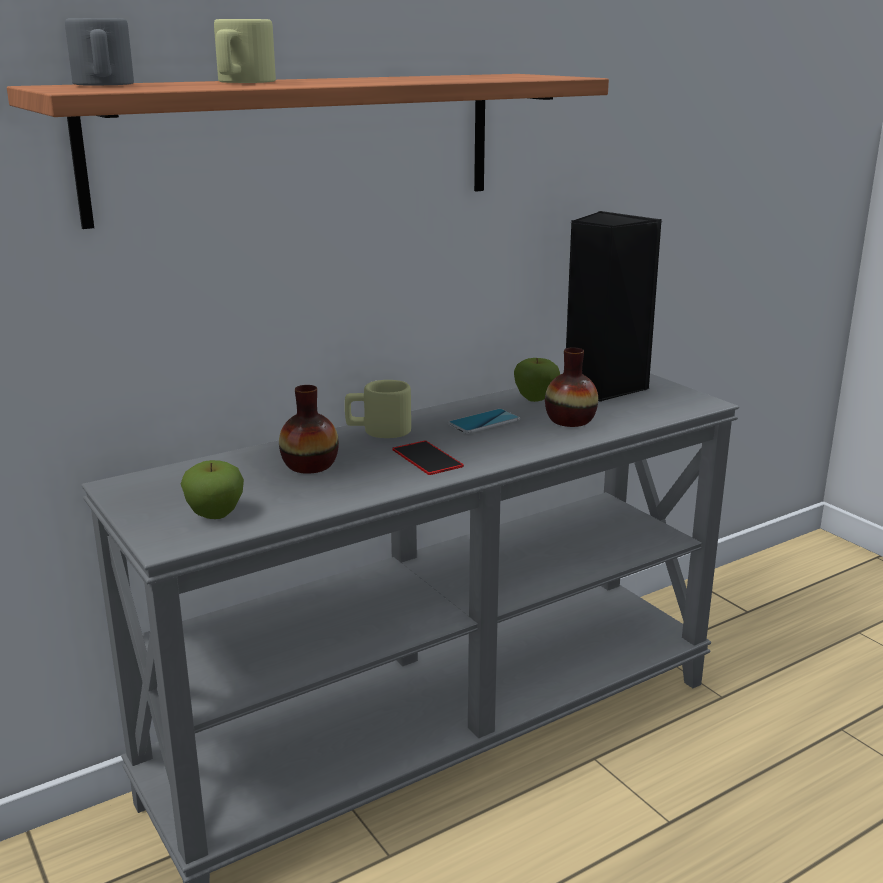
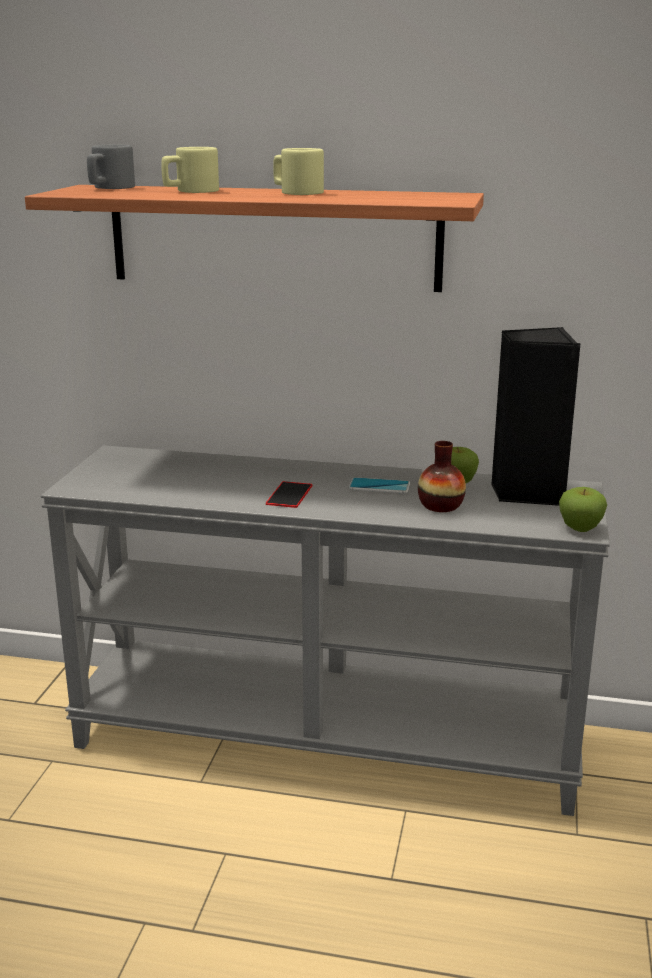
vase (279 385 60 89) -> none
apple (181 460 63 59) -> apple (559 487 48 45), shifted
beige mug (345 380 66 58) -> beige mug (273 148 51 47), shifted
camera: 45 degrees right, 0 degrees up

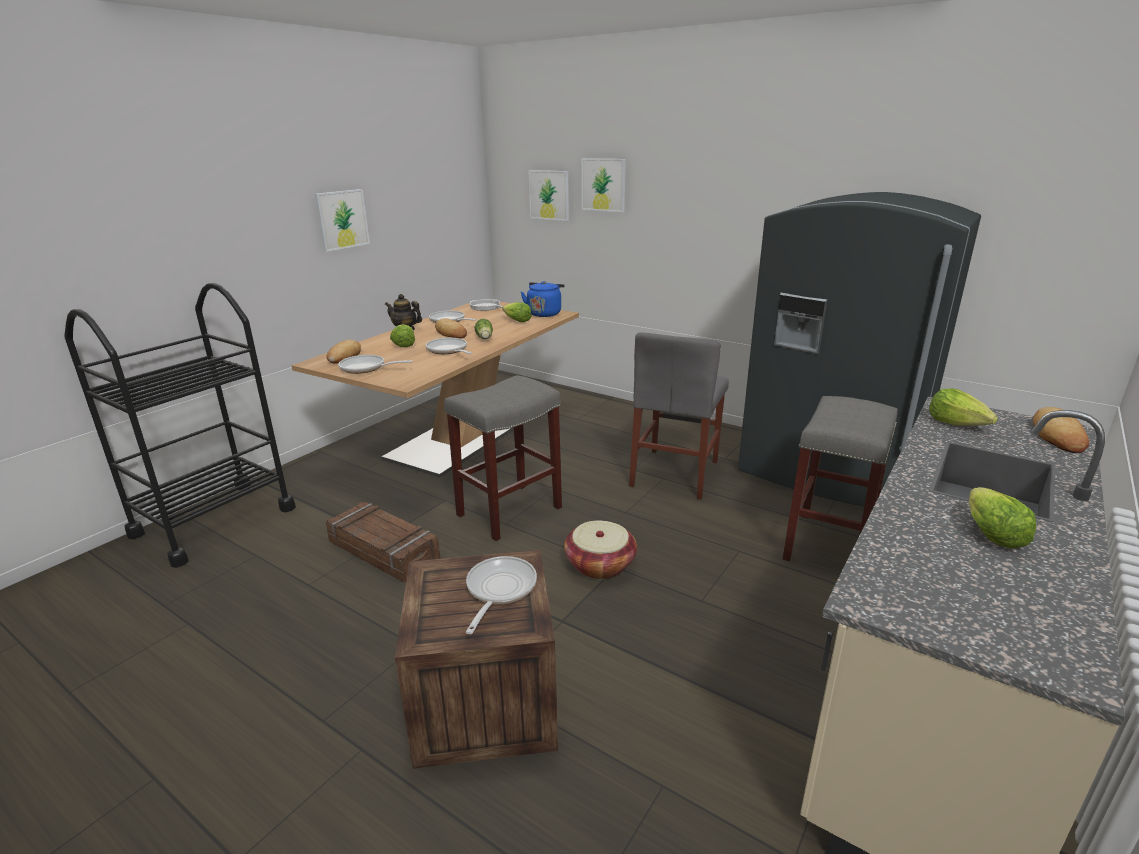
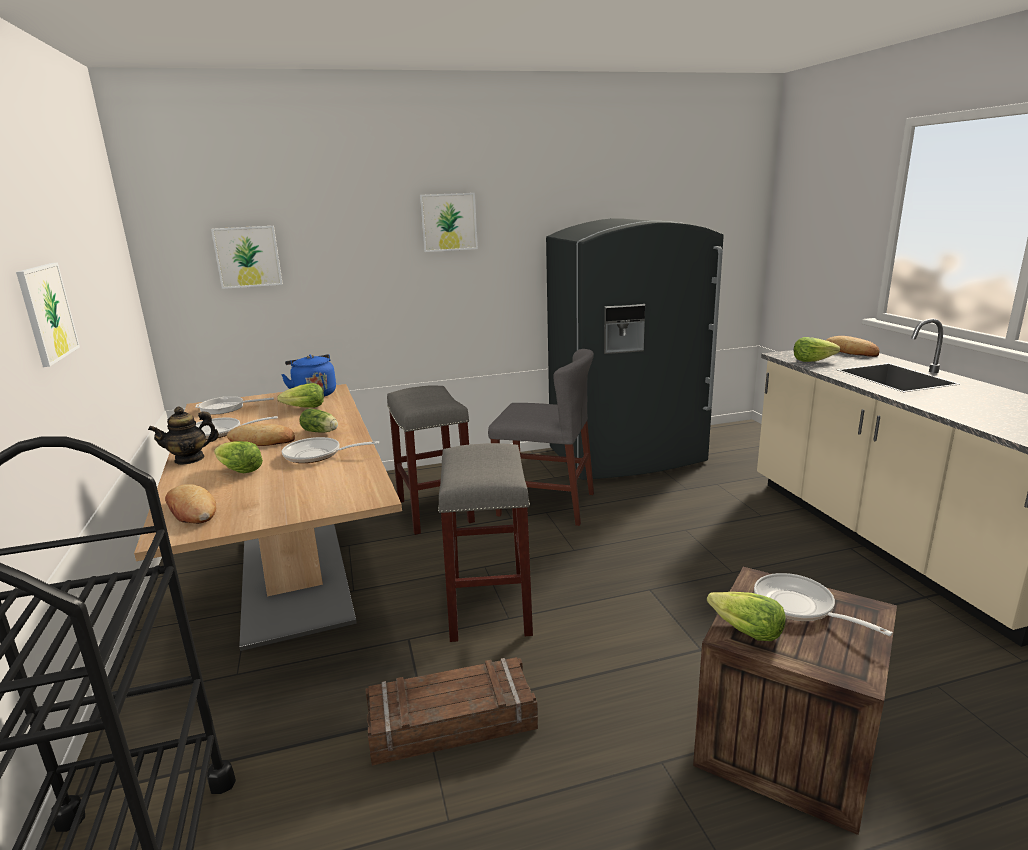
frying pan (338 355 75 19) -> none
basket (564 521 73 58) -> none
picture (581 158 45 54) -> picture (420 193 58 59), shifted
grey stool (783 396 115 166) -> grey stool (387 386 88 149), shifted
lettuce (969 487 67 61) -> lettuce (707 592 79 49), shifted
grey chair (629 332 100 168) -> grey chair (488 349 106 177), 45 degrees counterclockwise
camera: 50 degrees left, 5 degrees down

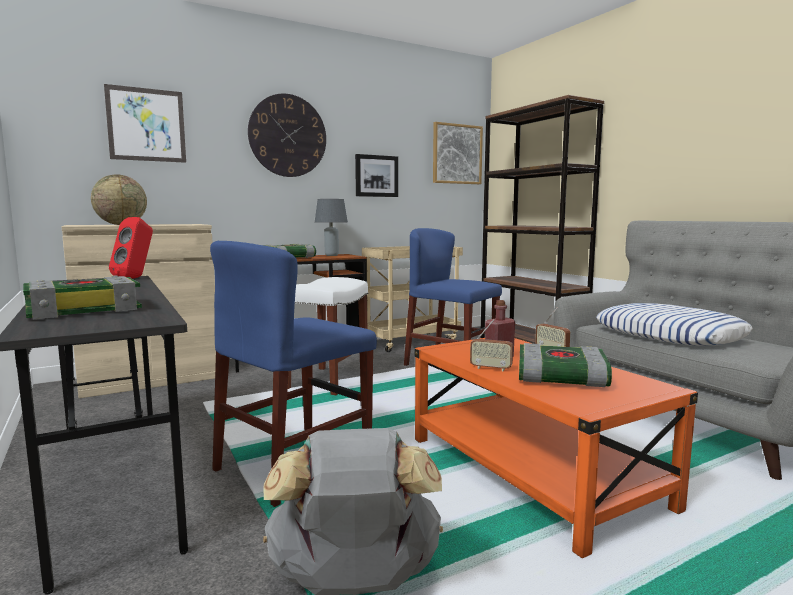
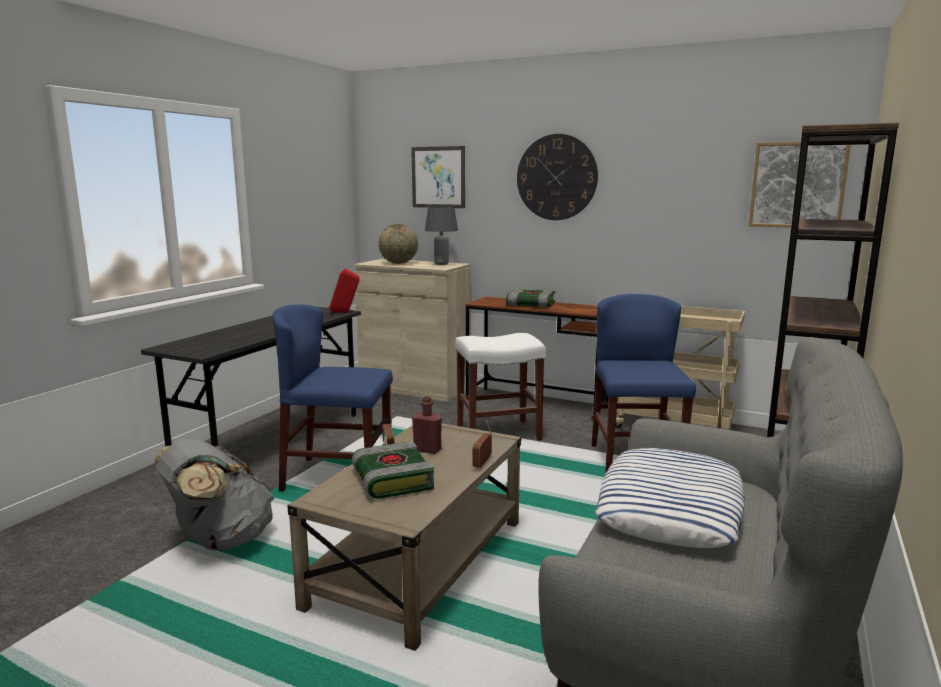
book (23 275 119 44) -> none
picture (355 154 43 43) -> none
grey table lamp (315 199 33 57) -> grey table lamp (425 206 33 59), shifted
orange coffee table (415 338 283 220) -> beige coffee table (287 423 234 228)
camera: 55 degrees right, 5 degrees up

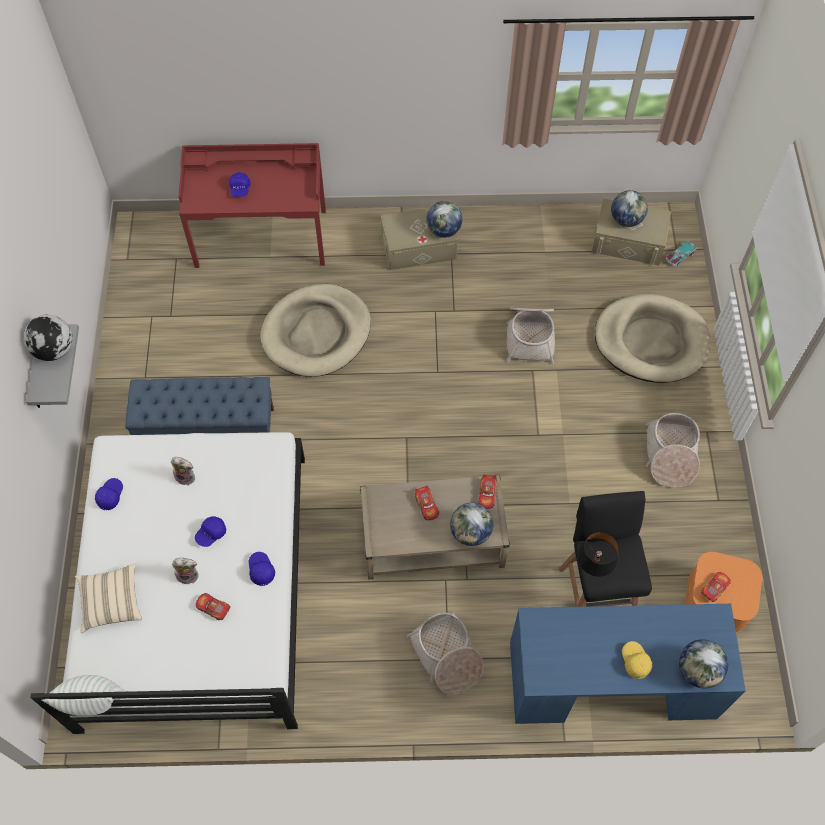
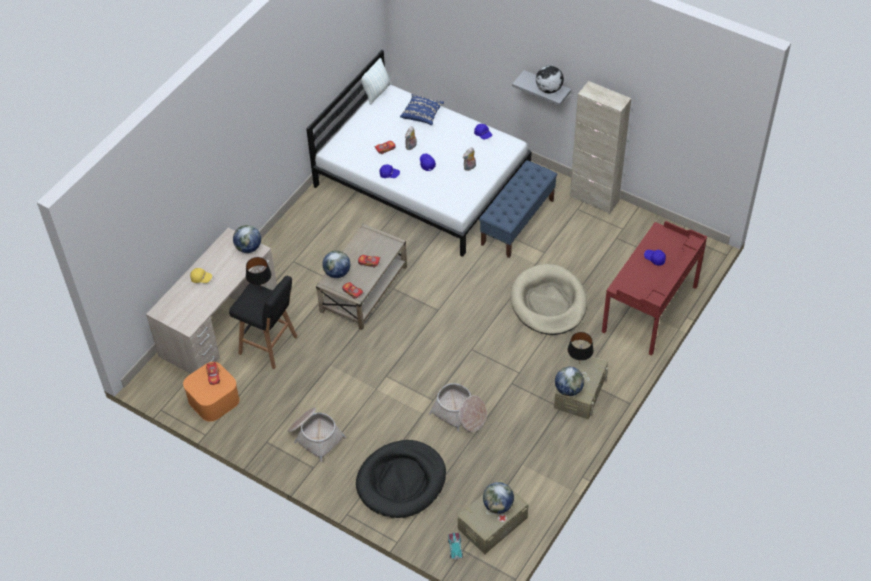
basket (407 612 77 83) -> none
none -> black table lamp (568 332 26 31)
none -> beige cabinet (570 81 61 133)
globe (679 639 49 50) -> globe (233 225 28 28), shifted
beige pillow (75 563 67 70) -> blue pillow (400 94 44 31)
blue desk (510 604 236 120) -> beige desk (146 227 131 147)
beige dog bed (595 294 116 89) -> black dog bed (356 440 90 78)
camera: 125 degrees right, 10 degrees down

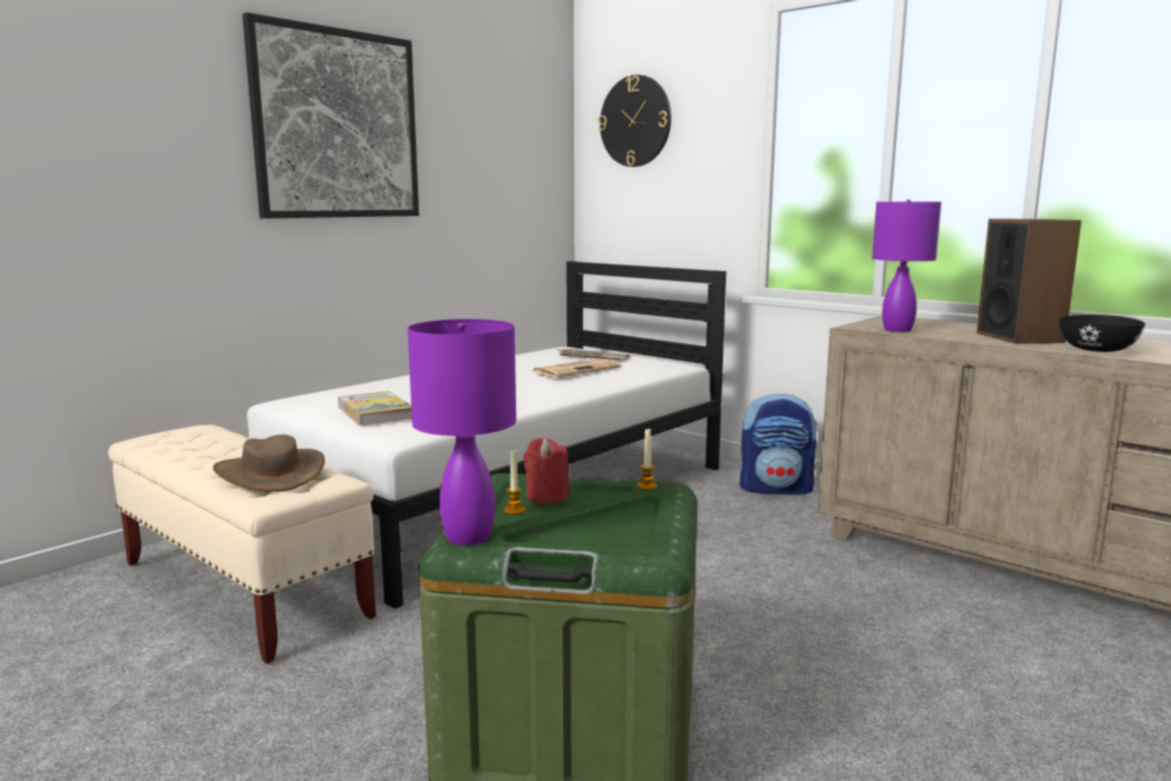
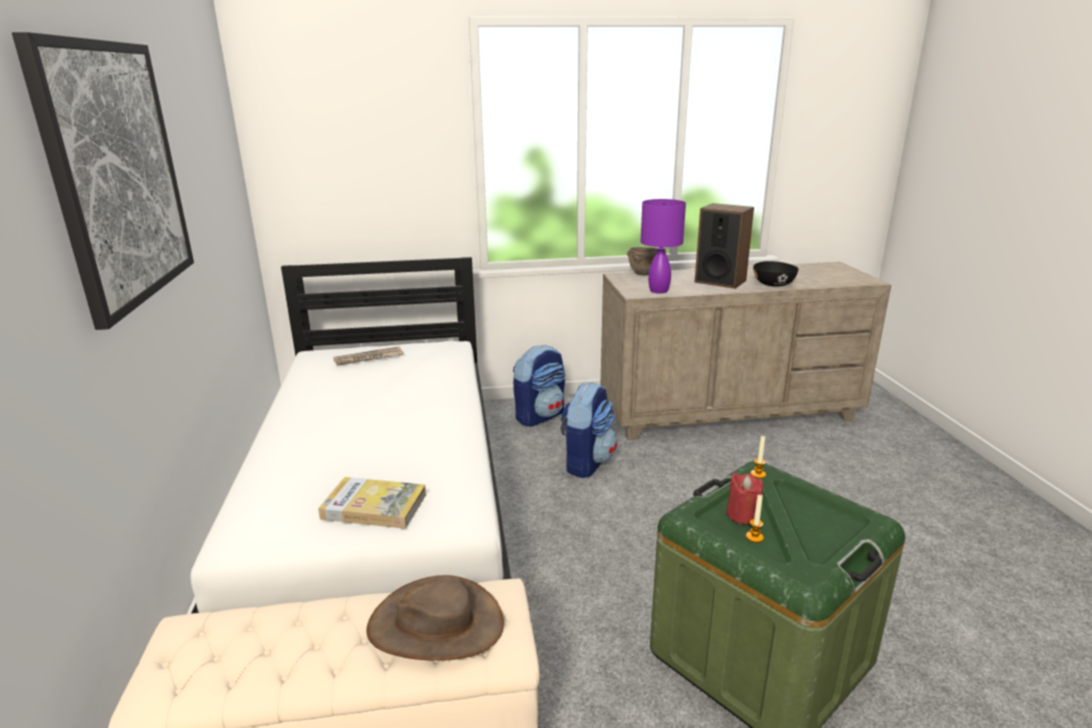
purple table lamp (408 319 108 226) -> none
newspaper (531 358 90 20) -> none
wall clock (599 75 72 92) -> none
none -> backpack (560 382 57 96)
none -> brown bowl (627 247 30 29)
camera: 50 degrees left, 10 degrees up

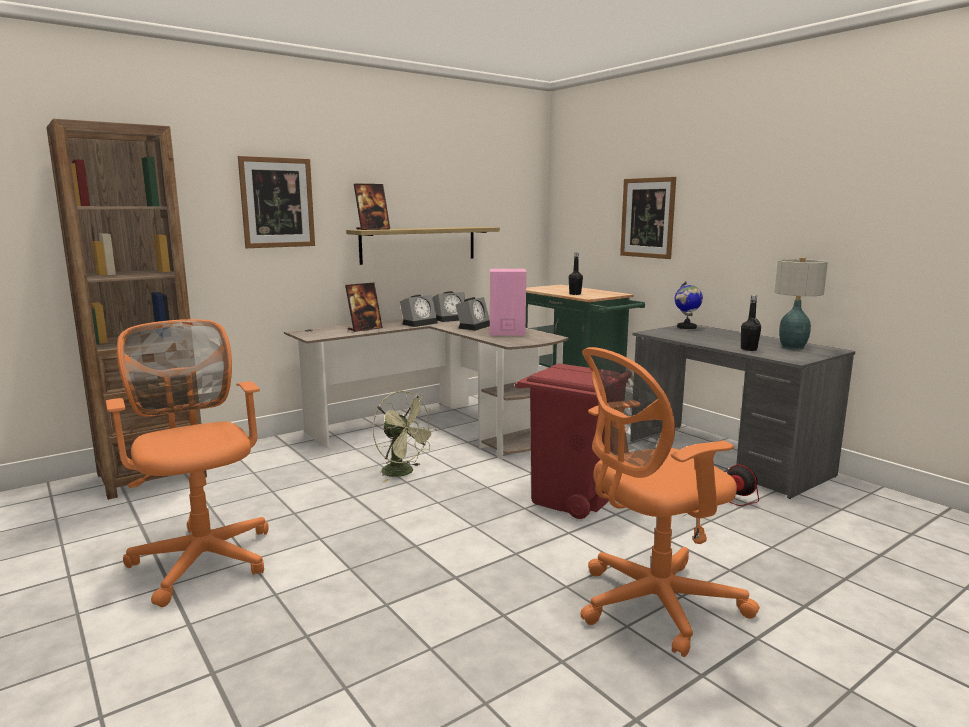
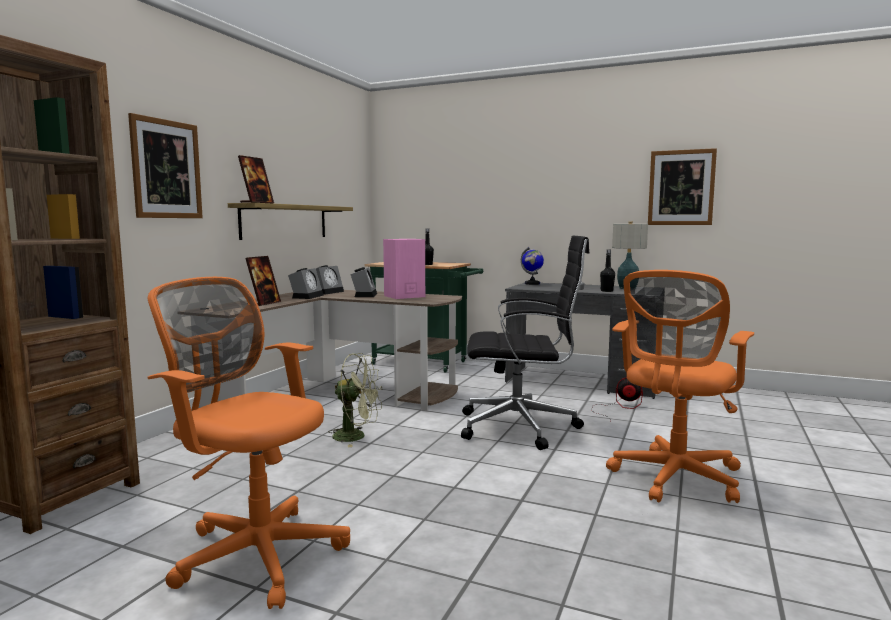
picture (620 177 56 82) -> picture (648 148 69 77), shifted
red trash can (515 364 114 155) -> black office chair (461 235 128 215)
camera: 30 degrees left, 5 degrees down

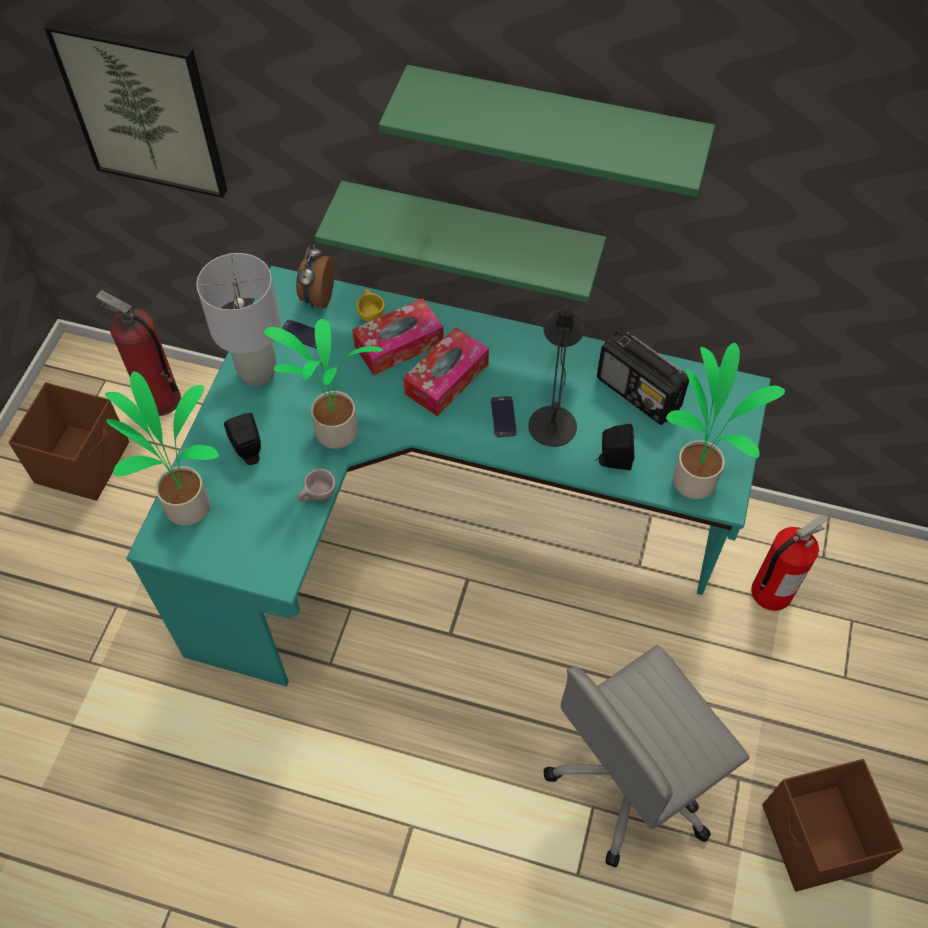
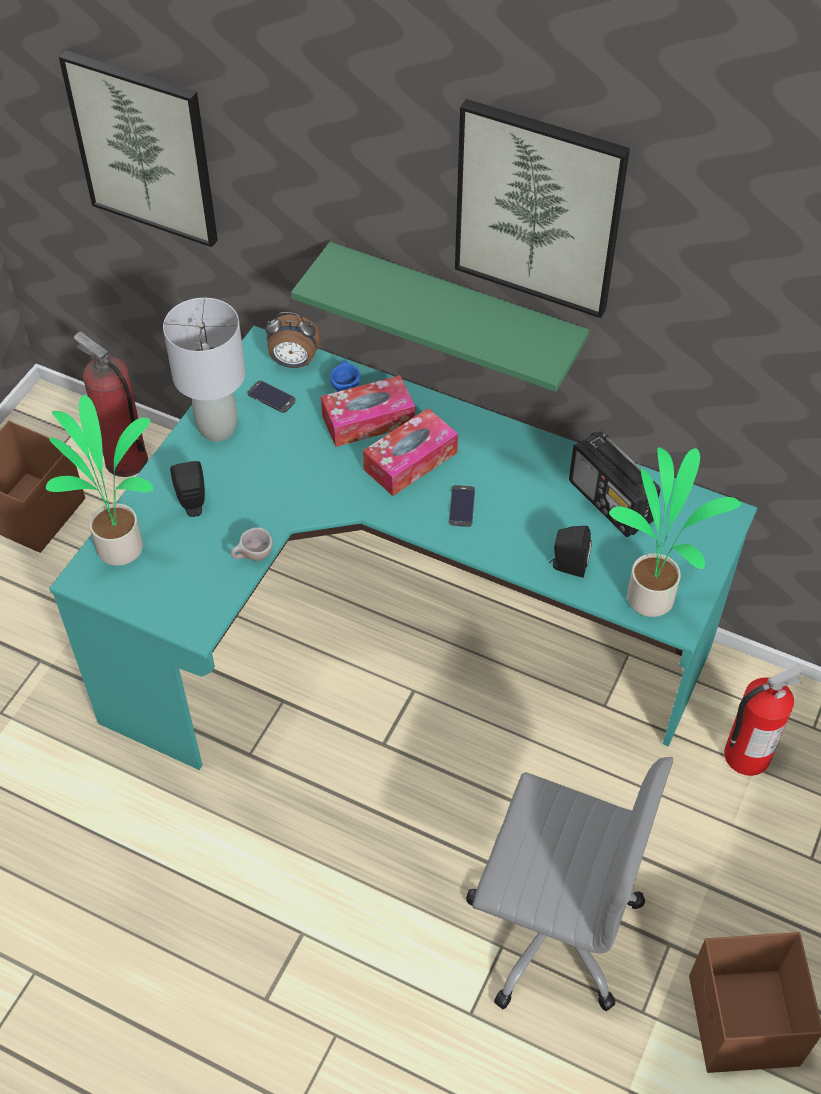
potted plant (264 319 119 130) -> none
black table lamp (528 306 56 141) -> none
green shelf (379 65 336 132) -> picture (455 99 175 219)
yellow cup (356 289 29 33) -> blue cup (330 359 30 33)
alarm clock (296 244 38 64) -> alarm clock (266 312 55 56), 105 degrees counterclockwise
grey office chair (543 645 206 222) -> grey office chair (466 757 207 254), 135 degrees counterclockwise
camera: 10 degrees right, 5 degrees down

